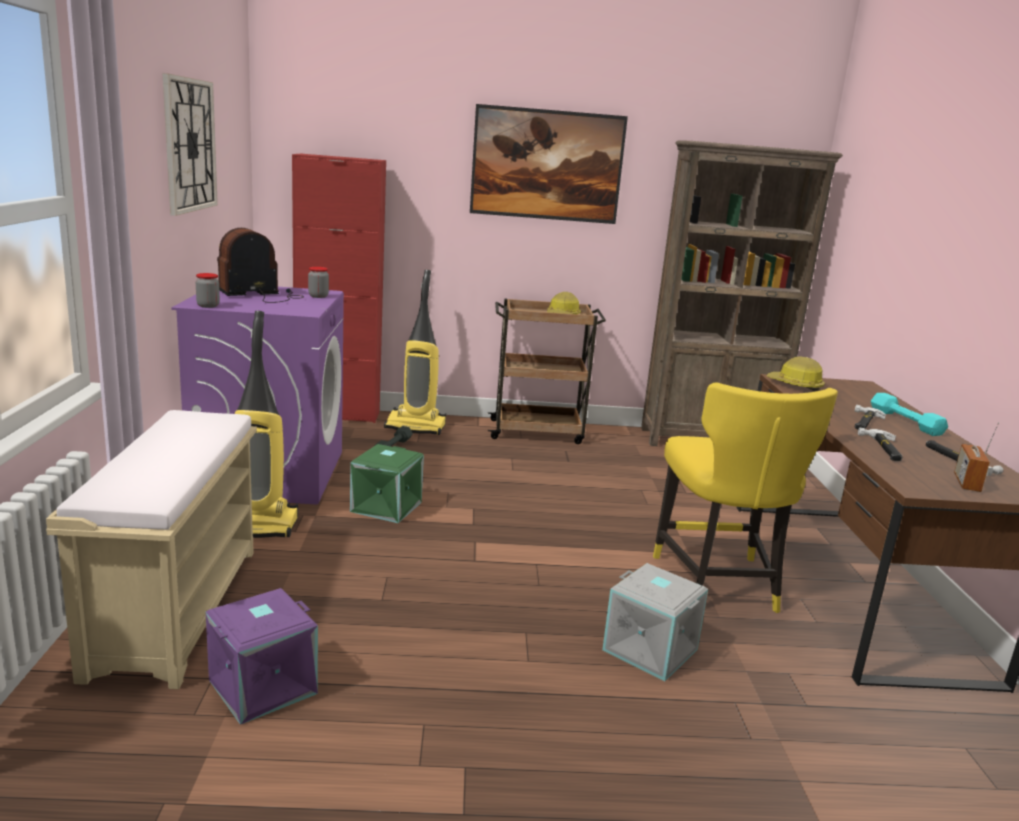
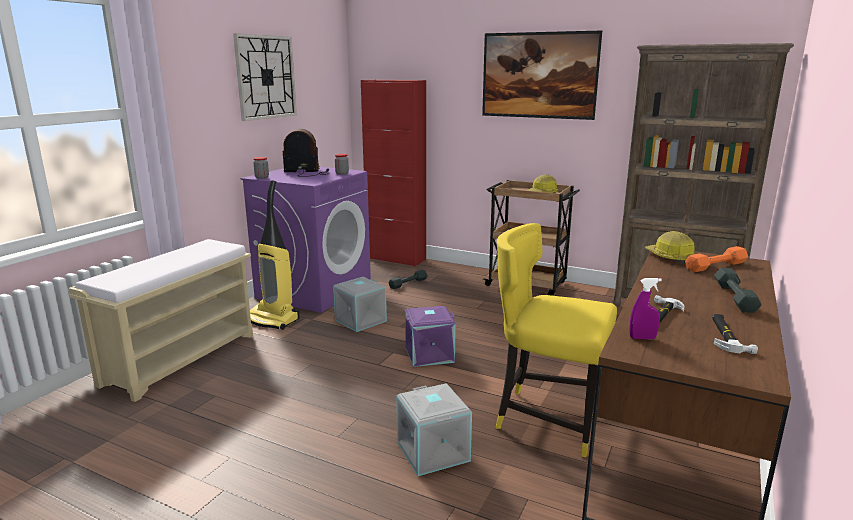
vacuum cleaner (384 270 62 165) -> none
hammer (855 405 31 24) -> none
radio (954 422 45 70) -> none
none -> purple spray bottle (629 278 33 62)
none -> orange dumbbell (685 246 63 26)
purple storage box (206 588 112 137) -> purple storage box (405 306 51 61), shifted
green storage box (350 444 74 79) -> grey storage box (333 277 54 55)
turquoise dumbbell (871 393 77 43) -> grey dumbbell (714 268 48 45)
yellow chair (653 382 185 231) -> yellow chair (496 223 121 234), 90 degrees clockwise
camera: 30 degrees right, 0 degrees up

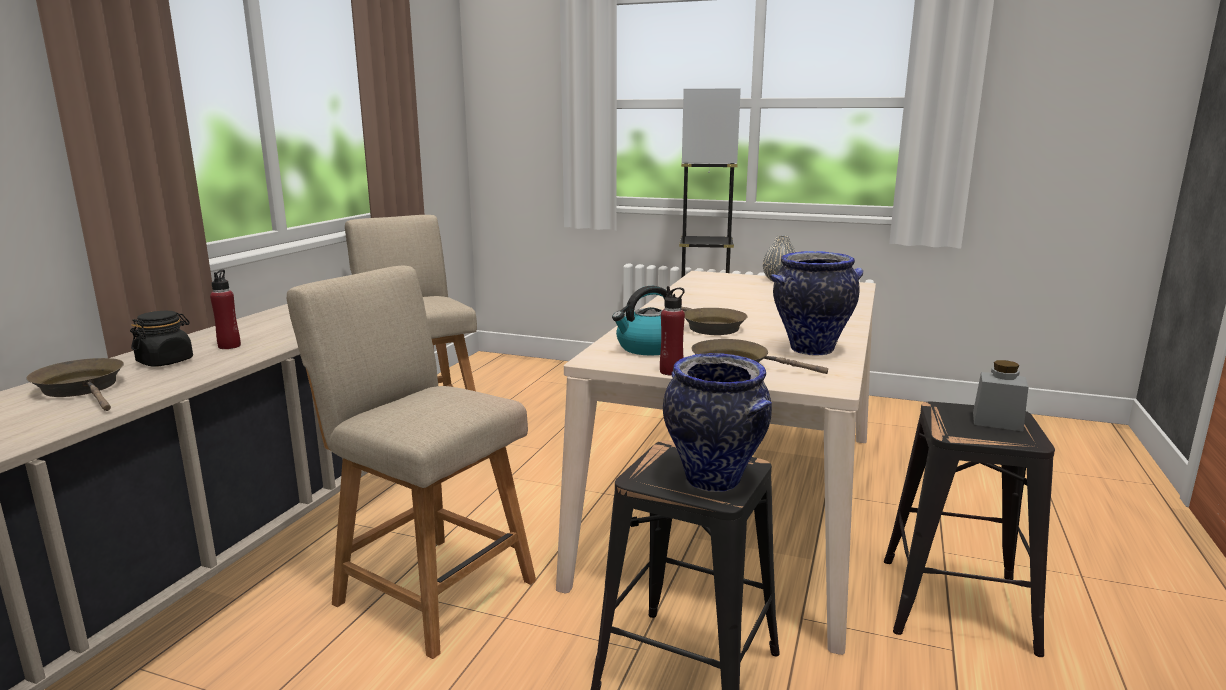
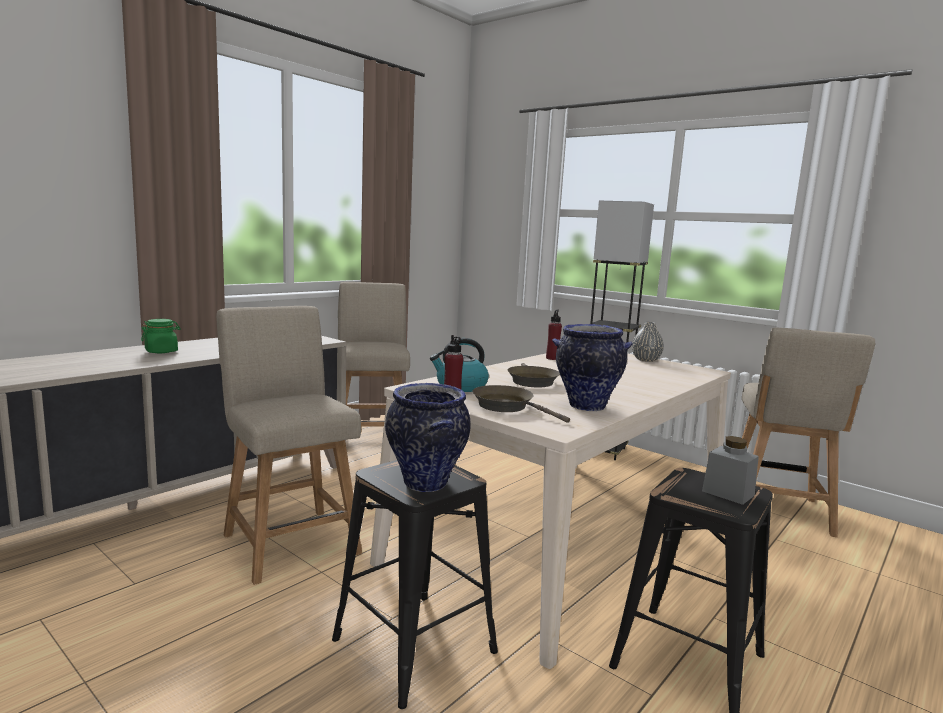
brown frying pan (27 358 97 53) -> none
none -> beige chair (742 328 133 209)
red bottle (210 269 31 80) -> red bottle (546 310 16 50), shifted
black jar (130 311 63 56) -> green jar (141 319 40 34)
camera: 20 degrees right, 5 degrees down

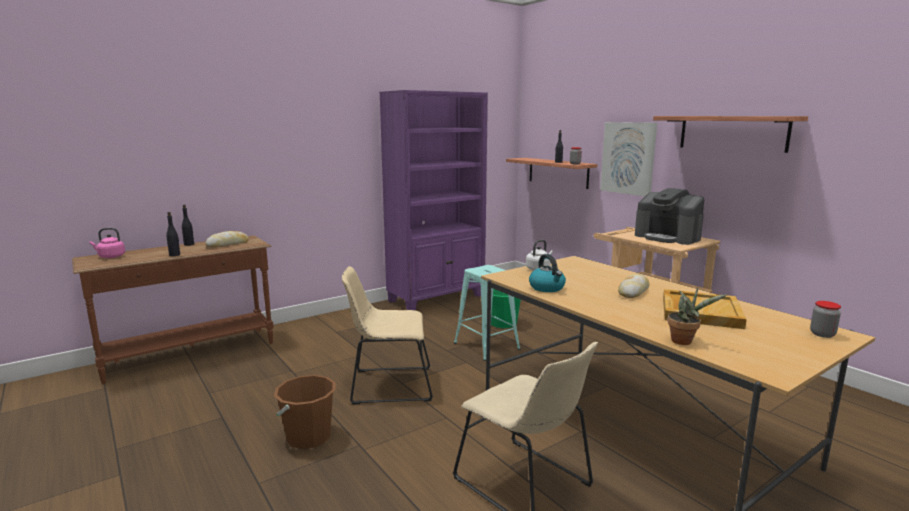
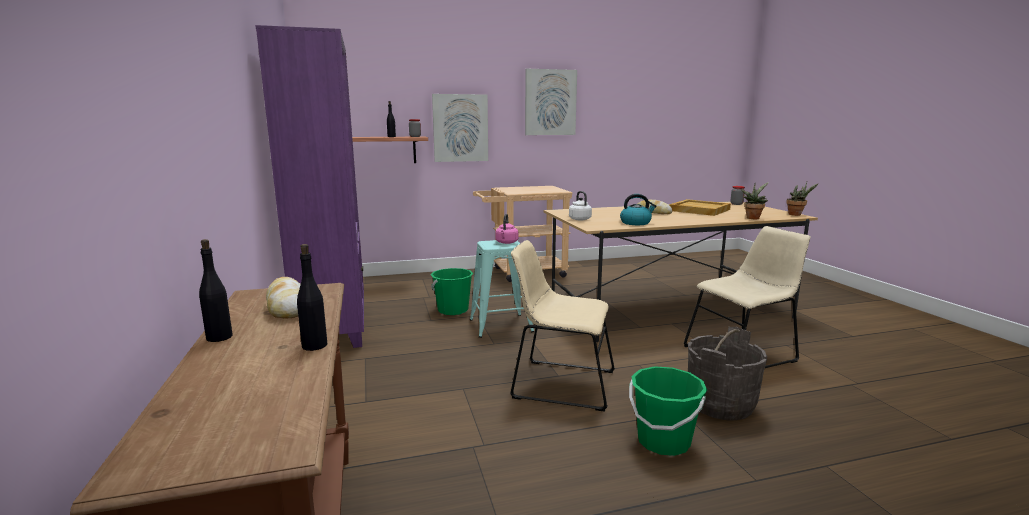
coffee machine (635 188 69 57) -> none
none -> grey bucket (688 327 79 94)
none -> potted plant (786 182 33 34)
pink kettle (90 228 35 30) -> pink kettle (495 214 23 30), shifted
shelf (653 116 155 37) -> picture (525 69 52 66)
brown bucket (274 375 62 74) -> green bucket (629 366 78 90)
beige chair (342 266 91 139) -> beige chair (510 240 105 172), 90 degrees clockwise
camera: 70 degrees left, 0 degrees up

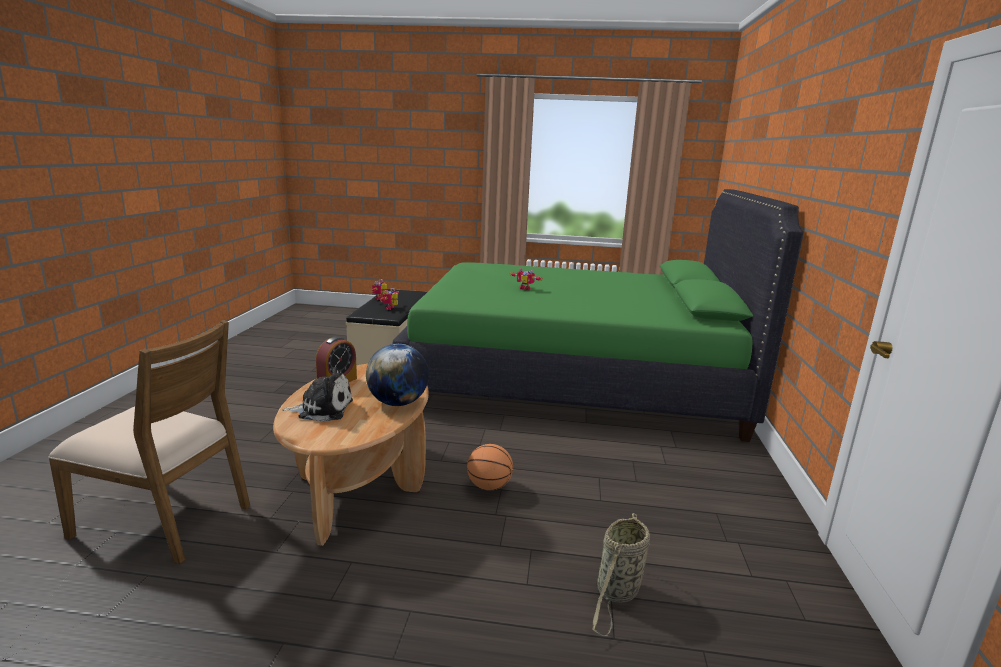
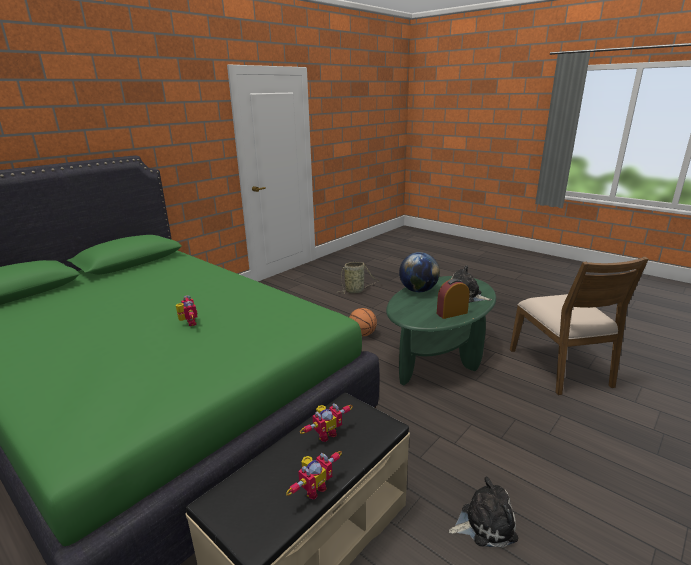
none -> plush toy (449 476 69 72)
brown coffee table (273 364 156 182) -> green coffee table (386 276 110 110)
brown chair (48 320 202 245) -> brown chair (510 257 139 138), 150 degrees counterclockwise
camera: 145 degrees left, 5 degrees up

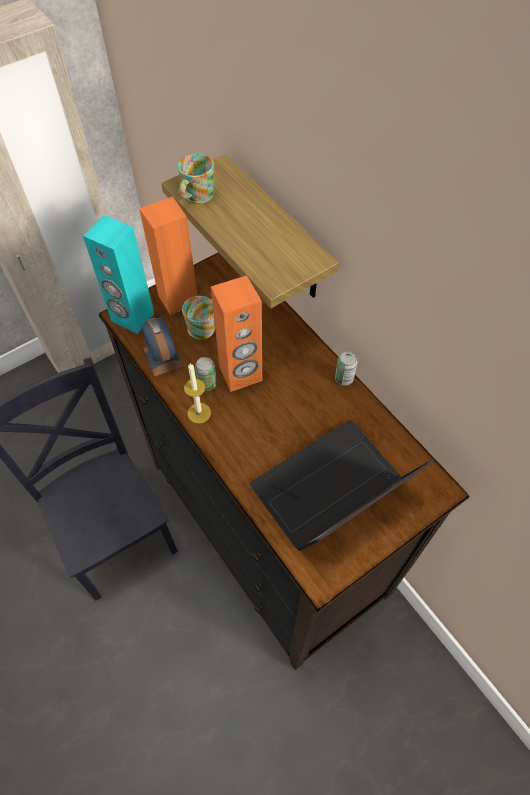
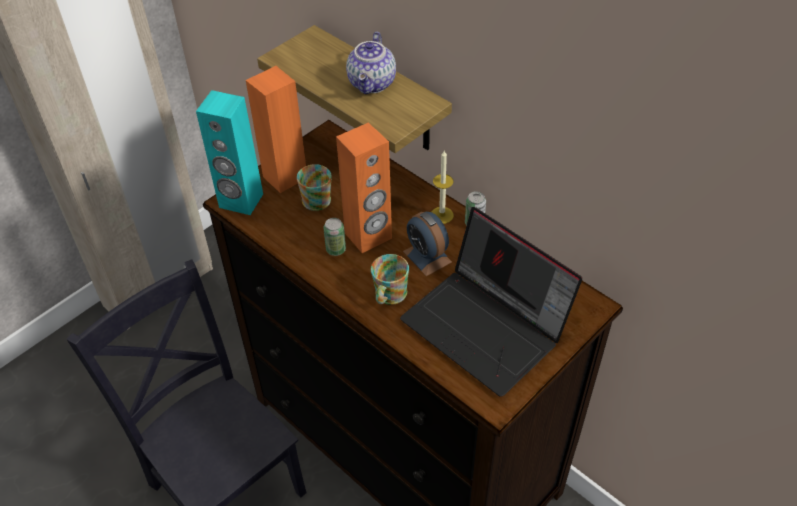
none -> teapot (346 31 50 63)
alarm clock (141 317 42 59) -> alarm clock (403 212 49 64), shifted
mug (178 154 36 50) -> mug (371 254 38 51), shifted
candle (184 363 27 61) -> candle (432 151 22 73), shifted
laptop (250 420 184 131) -> laptop (400 207 182 190), 90 degrees counterclockwise
camera: 10 degrees left, 10 degrees down

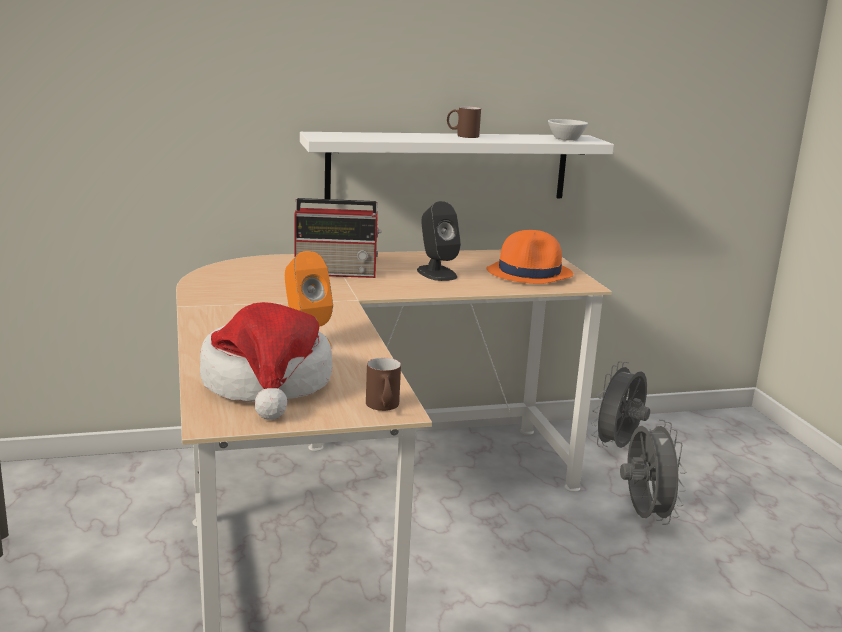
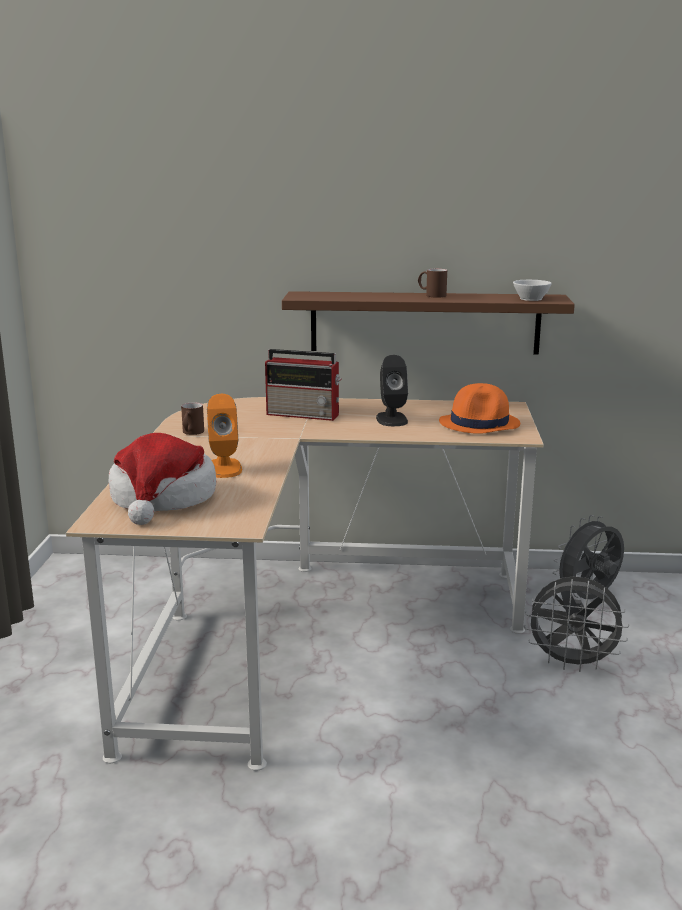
brown mug (366 358 35 53) -> brown mug (181 403 23 32), shifted
white shelf (300 132 314 67) -> brown shelf (282 291 293 64)
grey fan (620 419 66 106) -> grey fan (524 576 105 96), 90 degrees clockwise
camera: 20 degrees right, 0 degrees up

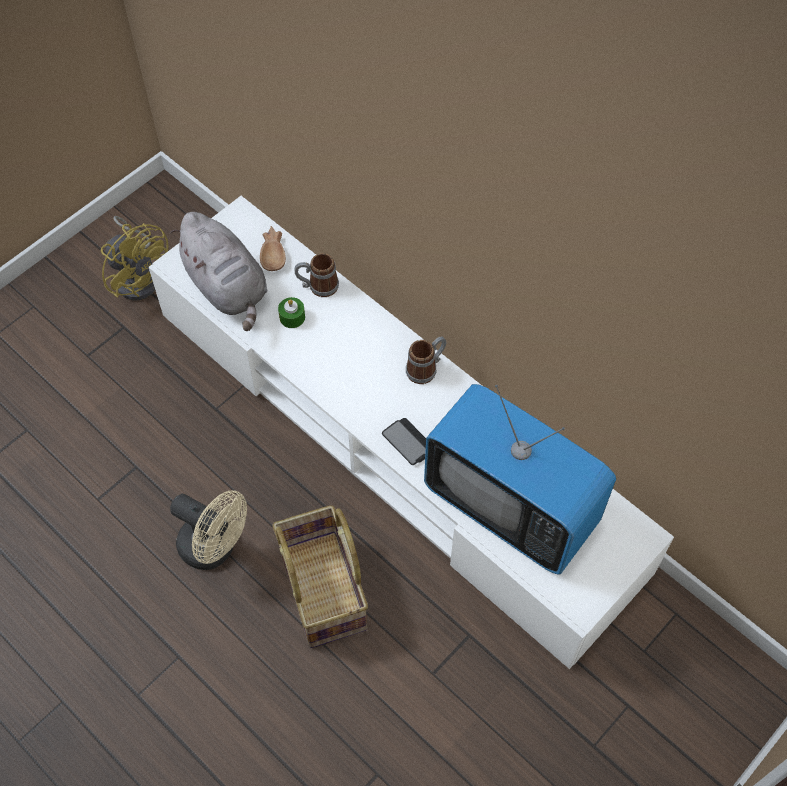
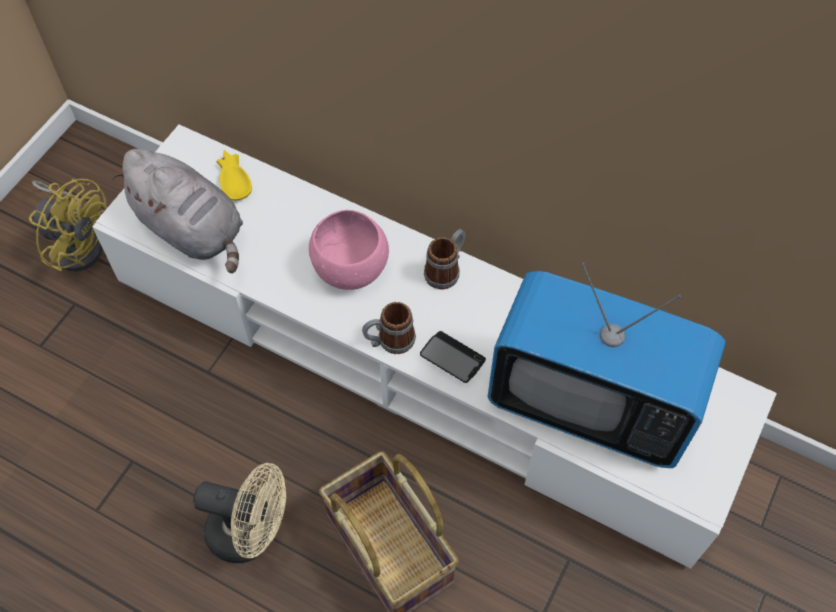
green candle (278 297 27 31) -> none
none -> pink bowl (309 210 80 80)
mug (294 253 45 44) -> mug (362 302 54 52), shifted
brown bowl (260 226 26 45) -> yellow bowl (217 150 35 50)
camera: 15 degrees left, 0 degrees up

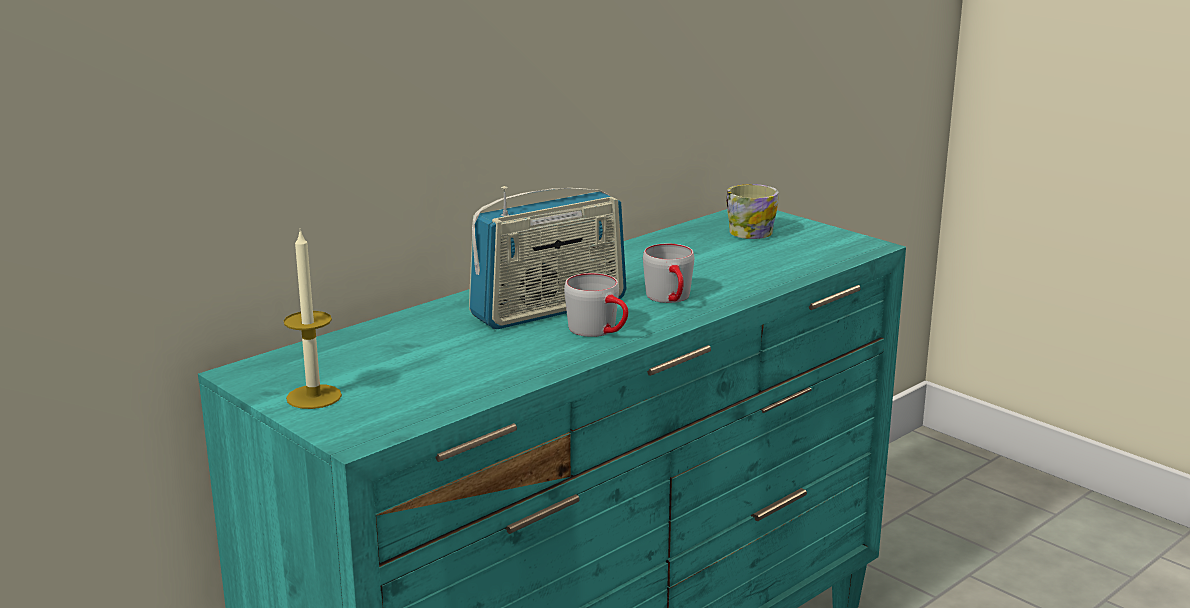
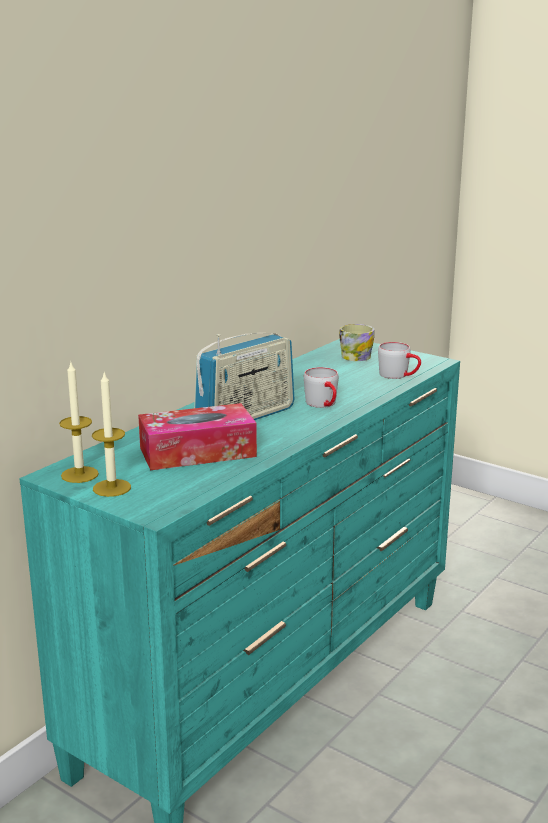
none -> candle (59 363 40 120)
none -> tissue box (138 403 119 67)
grey mug (564 273 64 64) -> grey mug (378 342 43 37), shifted
camera: 10 degrees left, 0 degrees up

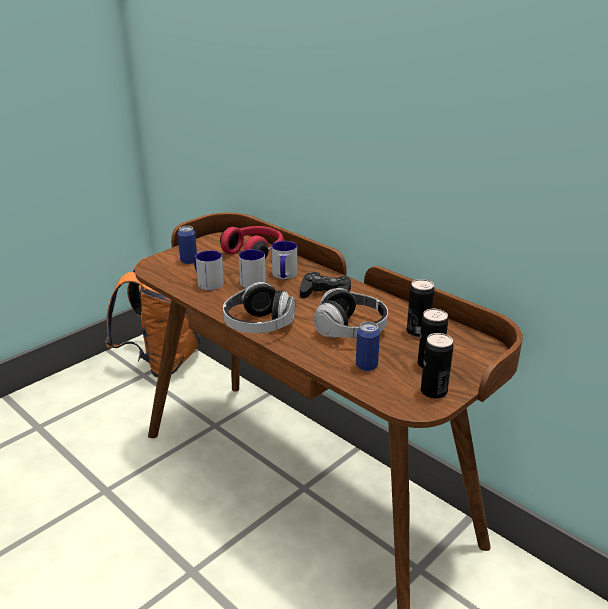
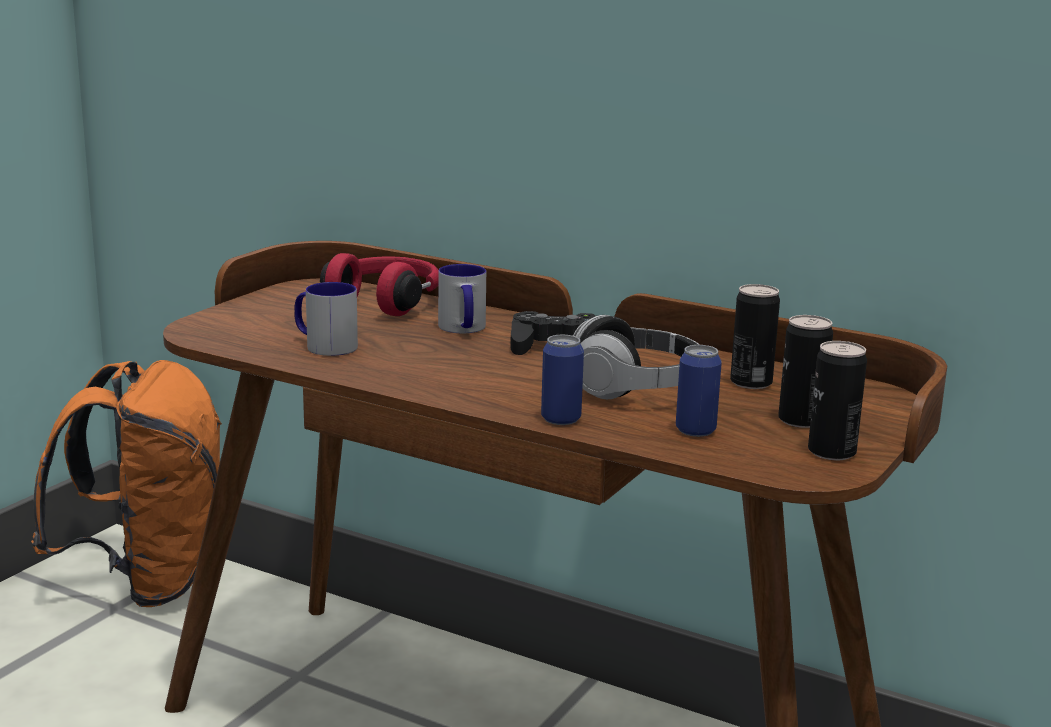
headphones (223 282 72 51) -> none
mug (239 249 27 39) -> none
can (178 226 19 38) -> can (541 335 43 90), shifted
camera: 15 degrees left, 10 degrees down

